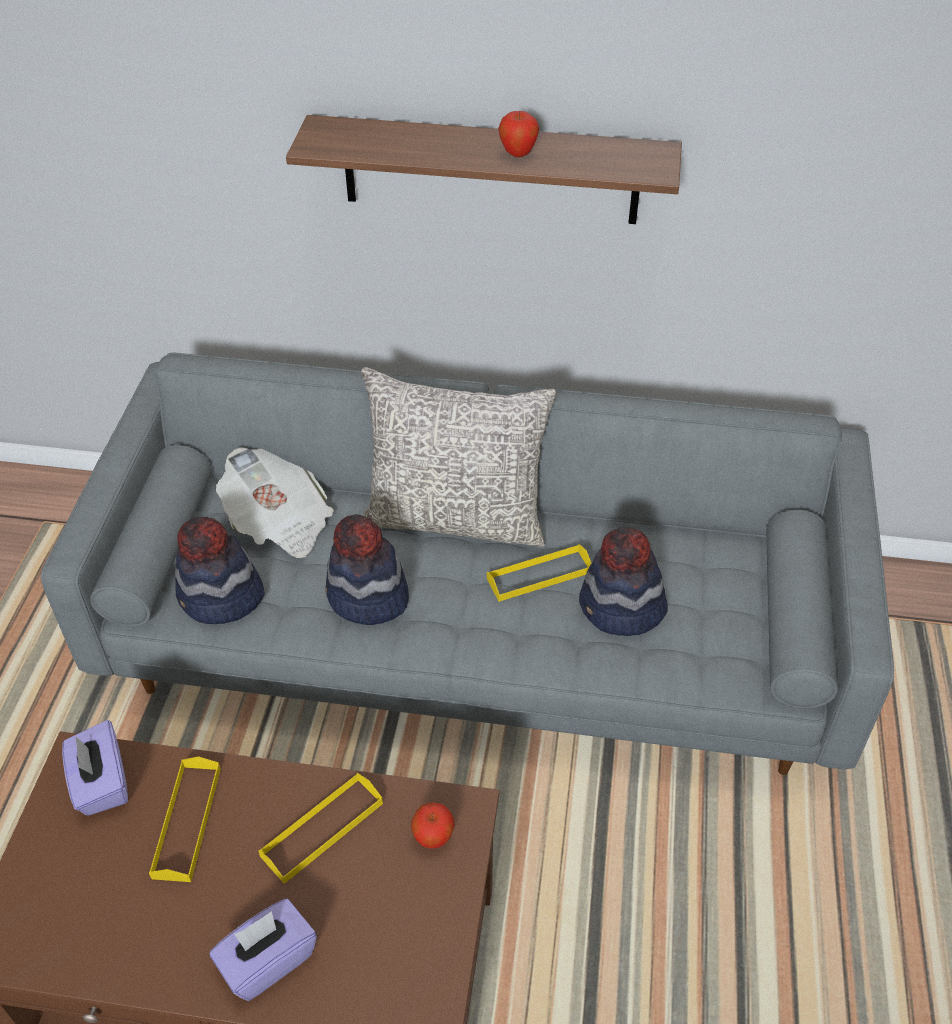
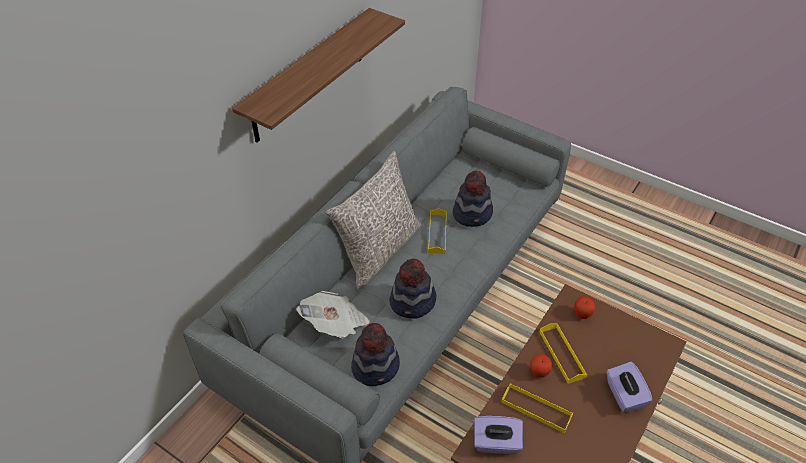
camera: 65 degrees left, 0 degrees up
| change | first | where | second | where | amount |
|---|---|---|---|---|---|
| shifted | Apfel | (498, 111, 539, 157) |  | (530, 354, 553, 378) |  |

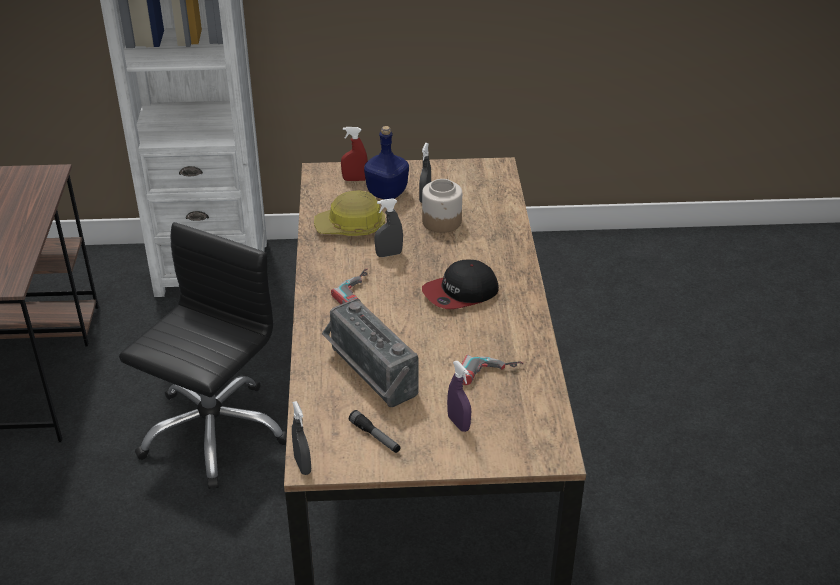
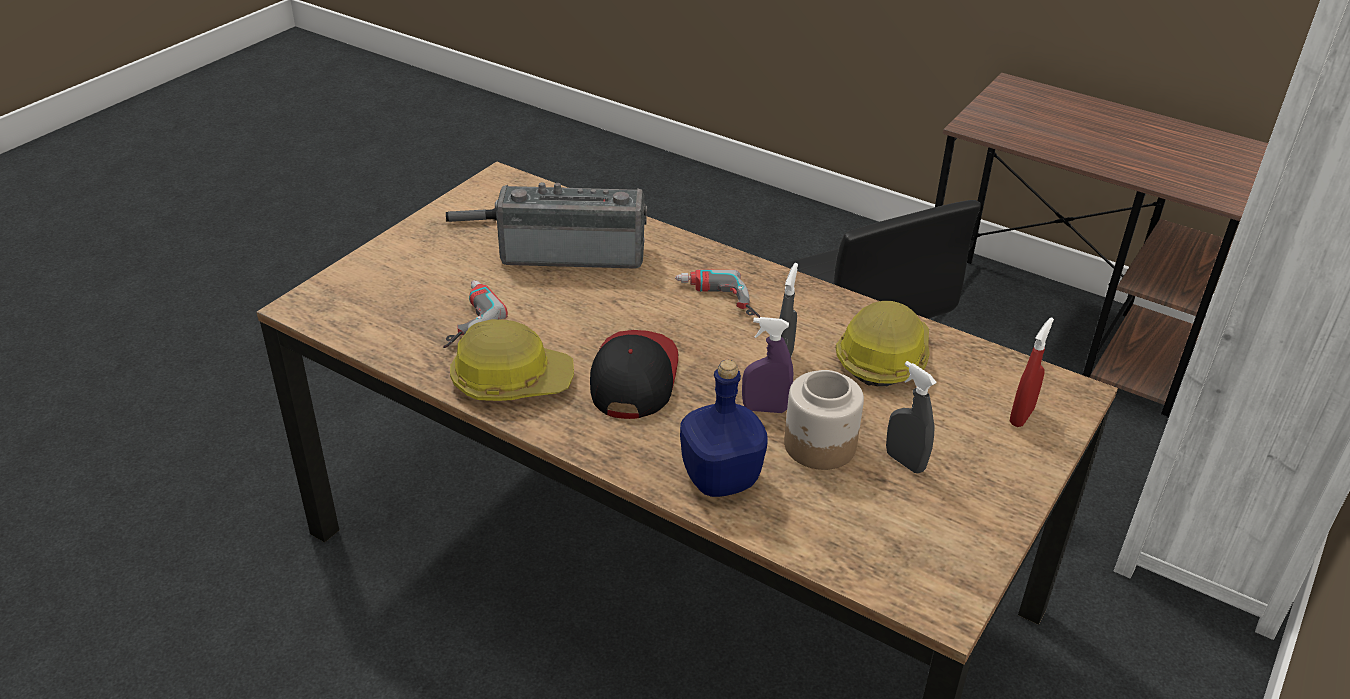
camera: 125 degrees right, 0 degrees up
| change | first | where | second | where | amount |
|---|---|---|---|---|---|
| shifted | Flasche/blau | (364, 126, 409, 199) |  | (680, 360, 768, 497) |  |
| shifted | Sprühflasche/lila | (447, 361, 471, 432) |  | (742, 317, 793, 413) |  |
| gone | Sprühflasche/grau | (292, 401, 311, 475) |  |  |  |
| new |  |  | Schutzhelm | (450, 319, 574, 401) |  |

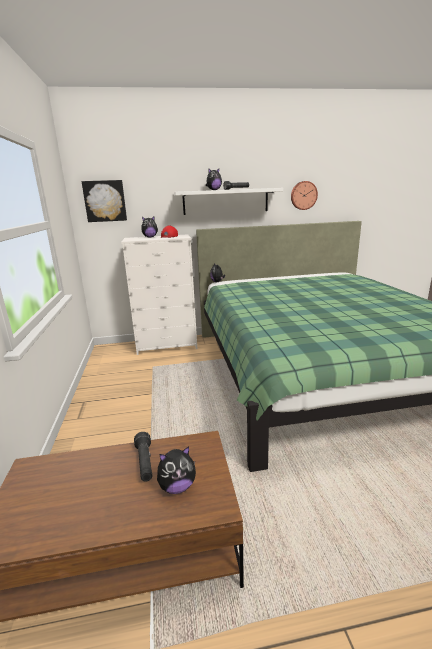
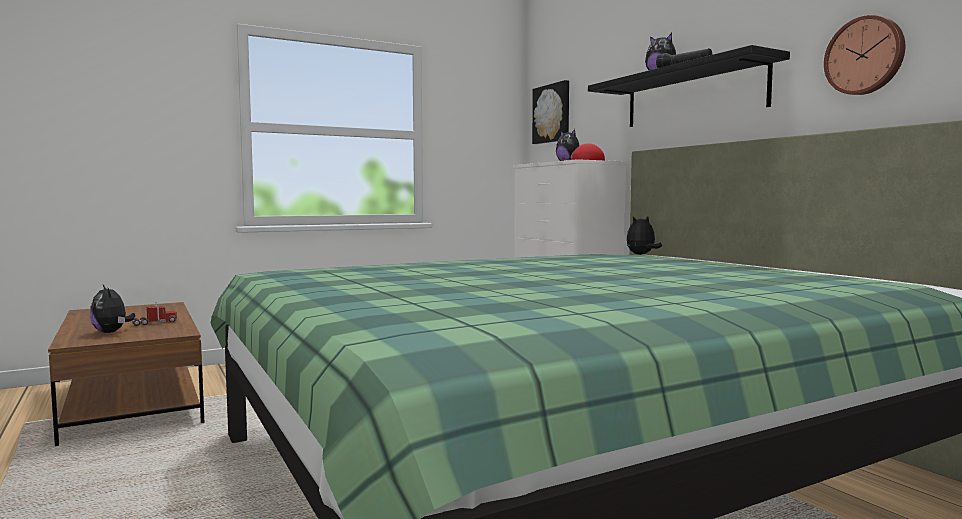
camera: 70 degrees right, 15 degrees down
| change | first | where | second | where | amount |
|---|---|---|---|---|---|
| repainted | Wandregal/weiß | (174, 188, 283, 215) | Wandregal/schwarz | (588, 45, 790, 127) |  |
| swapped | Taschenlampe/schwarz | (134, 432, 152, 482) | Spielzeuglaster | (132, 302, 177, 326) |  |

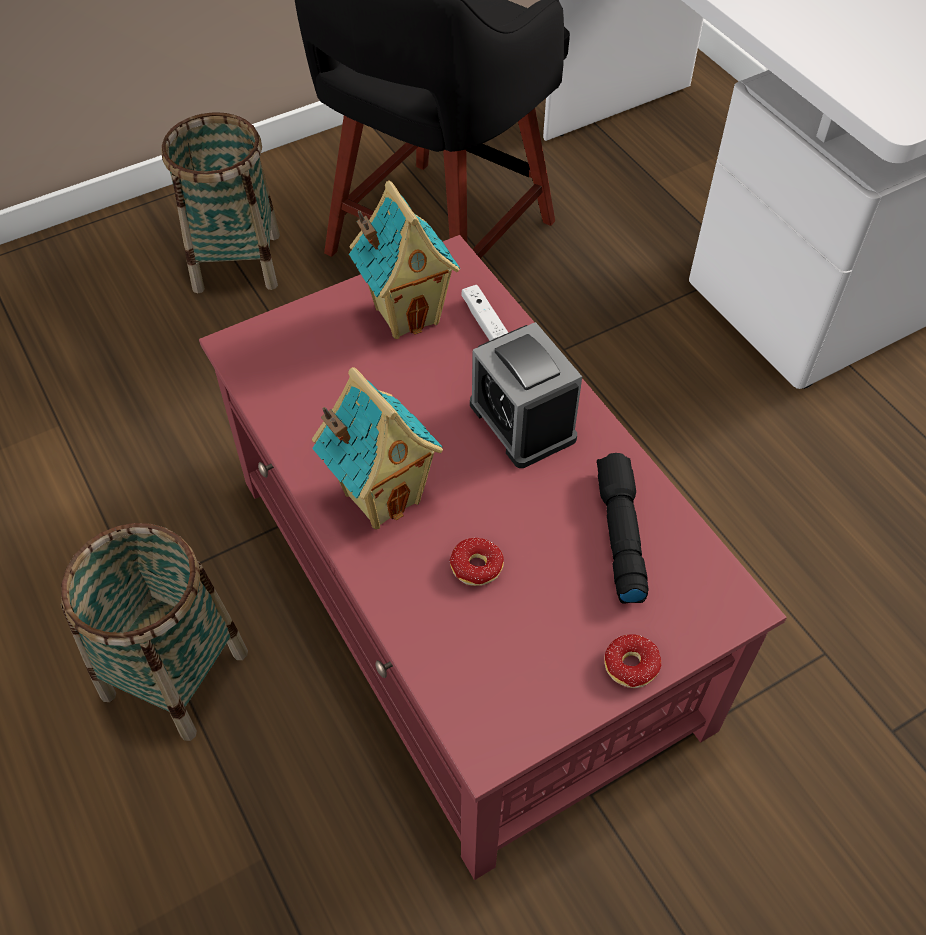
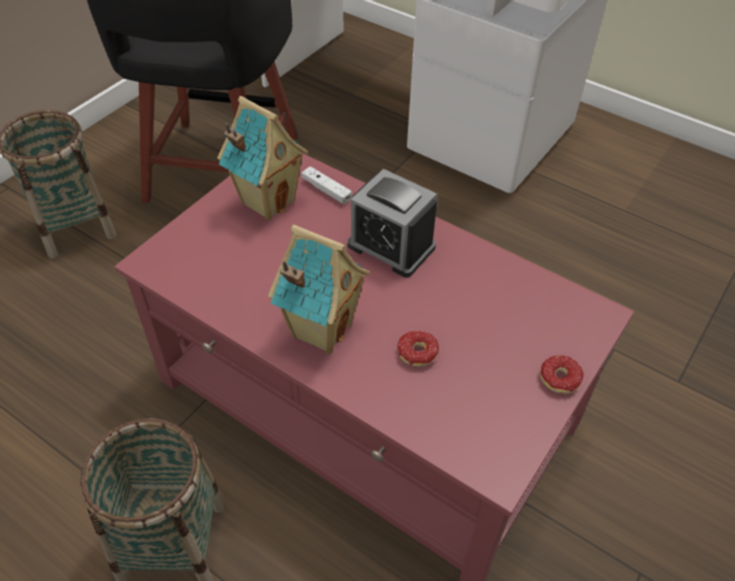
camera: 25 degrees left, 5 degrees down
| change | first | where | second | where | amount |
|---|---|---|---|---|---|
| gone | Taschenlampe/schwarz | (597, 453, 649, 604) |  |  |  |

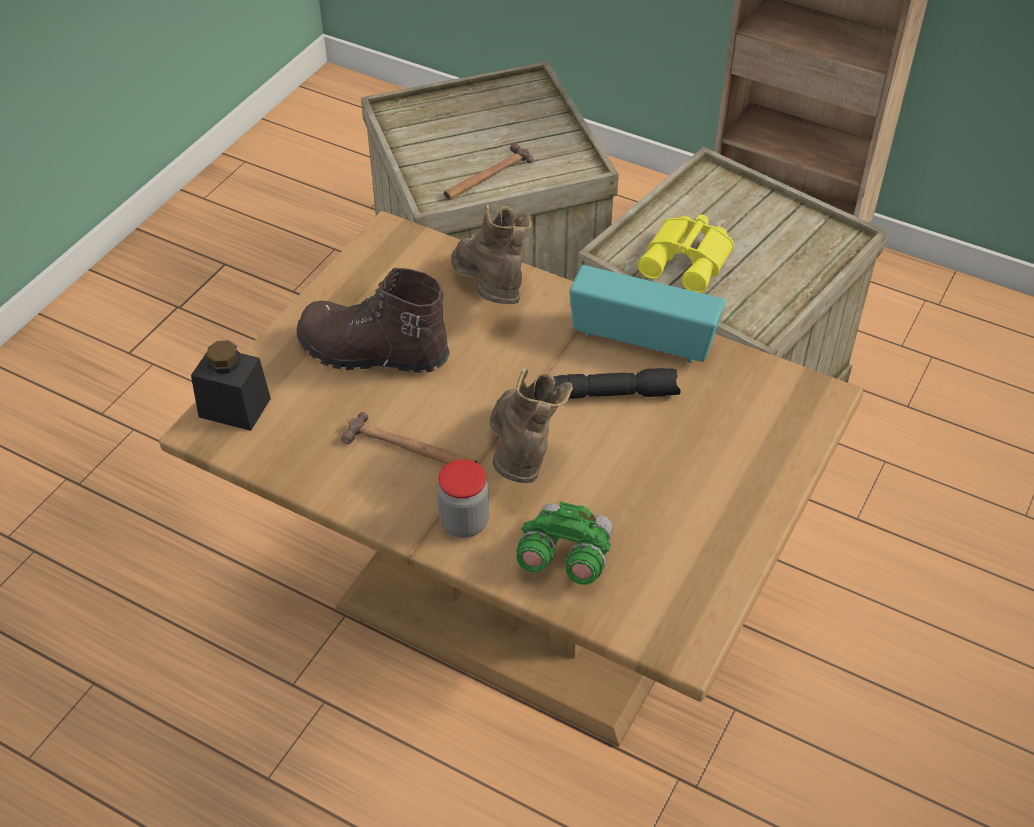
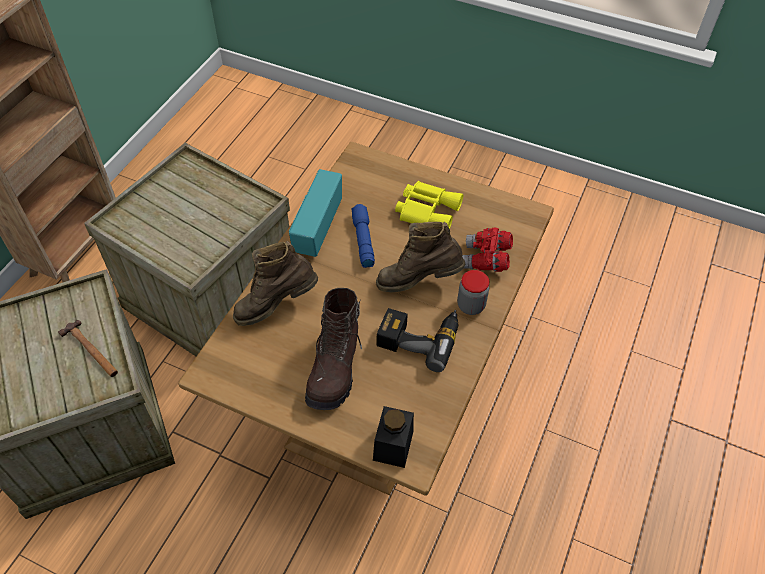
camera: 95 degrees left, 5 degrees up
| change | first | where | second | where | amount |
|---|---|---|---|---|---|
| shifted | Fernglas/gelb | (637, 215, 734, 293) |  | (395, 181, 463, 229) |  |
| repainted | Taschenlampe/schwarz | (553, 368, 681, 399) | Taschenlampe/blau | (351, 204, 375, 268) |  |
| swapped | Hammer | (341, 412, 477, 464) | Bohrmaschine | (377, 308, 458, 372) |  |
| repainted | Fernglas/grün | (516, 501, 613, 585) | Fernglas/rot | (462, 228, 513, 272) |  |

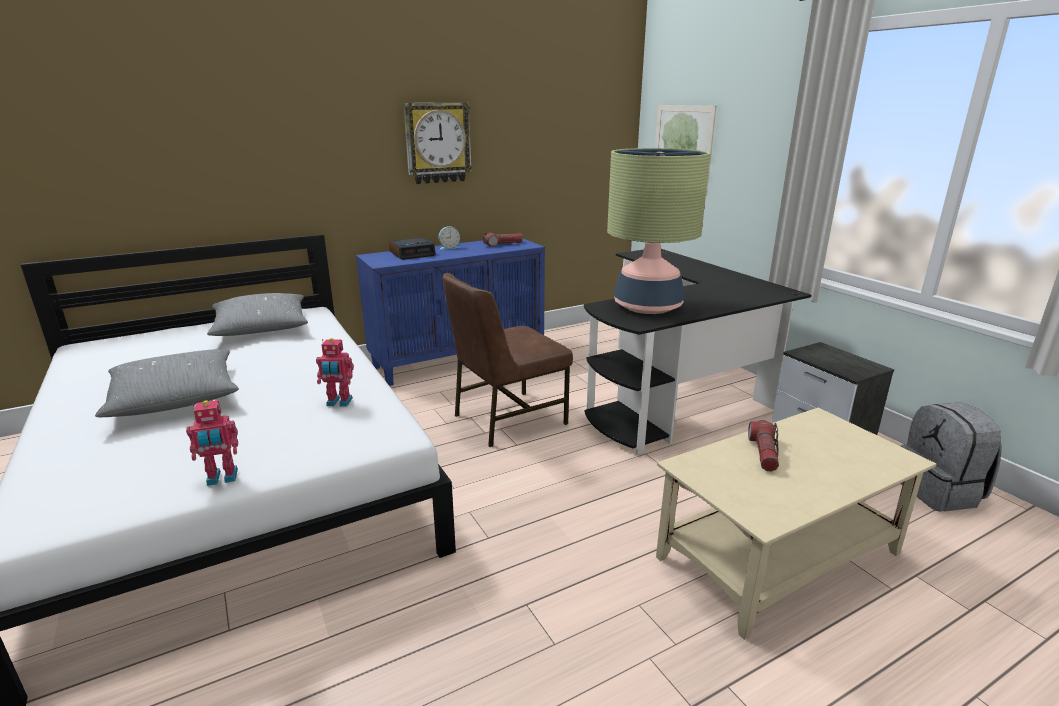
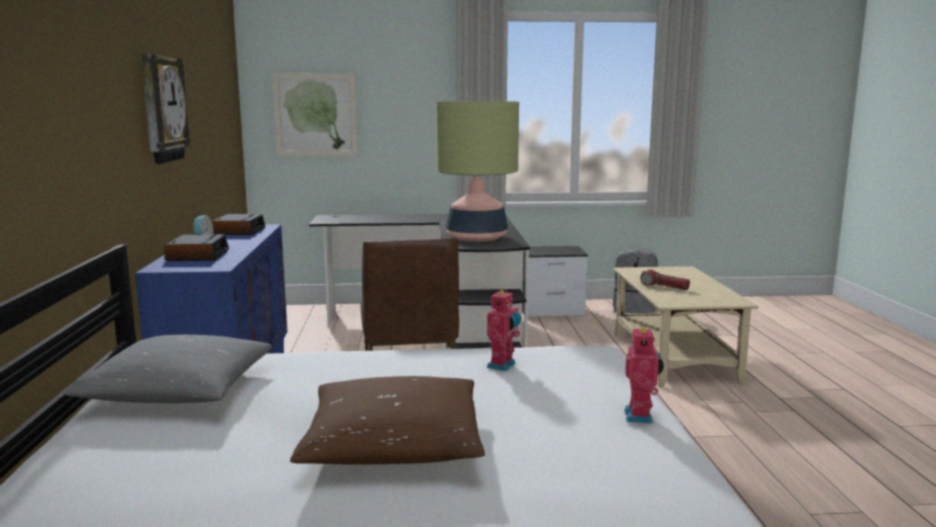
camera: 65 degrees left, 10 degrees down
| change | first | where | second | where | amount |
|---|---|---|---|---|---|
| swapped | Taschenlampe | (482, 233, 523, 247) | Wecker | (212, 214, 266, 235) |  |
| repainted | Kissen/grau | (95, 349, 239, 417) | Kissen/braun | (290, 376, 485, 465) |  |

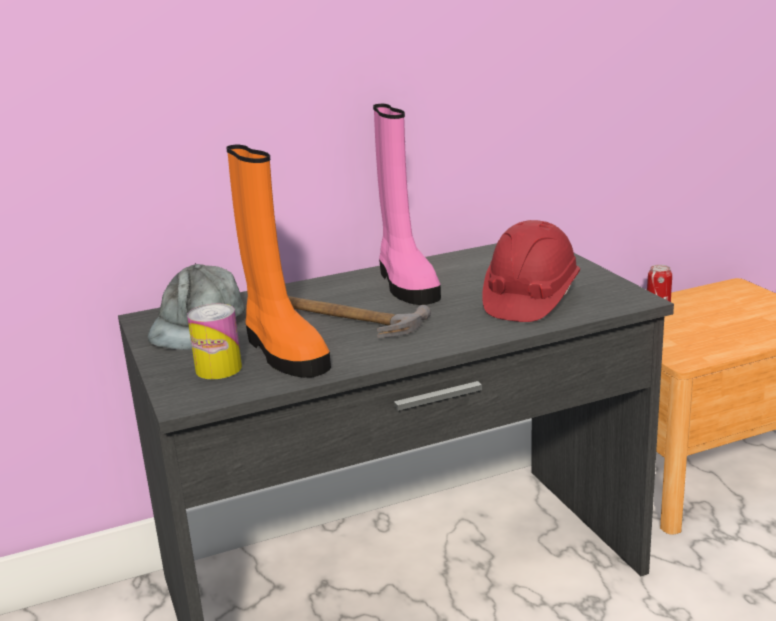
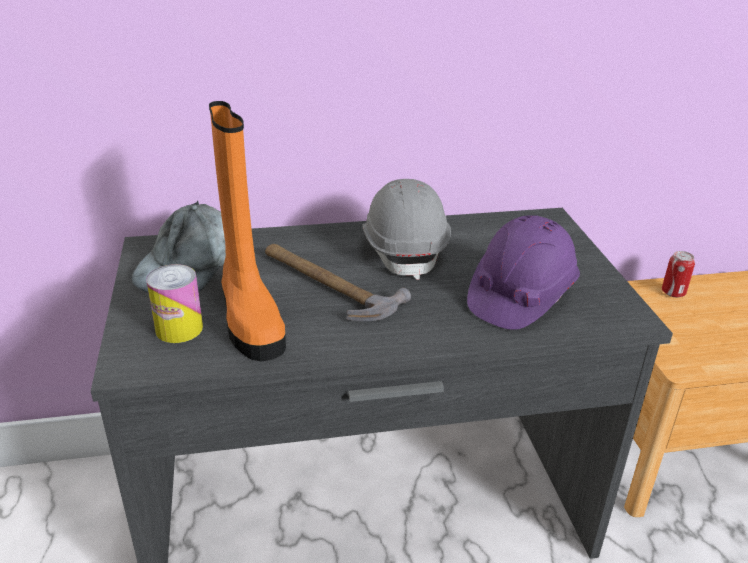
camera: 10 degrees right, 10 degrees up
| change | first | where | second | where | amount |
|---|---|---|---|---|---|
| swapped | Stiefel/rosa | (373, 104, 441, 305) | Schutzhelm/grau | (363, 179, 451, 280) |  |
| repainted | Schutzhelm/rot | (482, 220, 580, 322) | Schutzhelm/lila | (467, 215, 580, 330) |  |

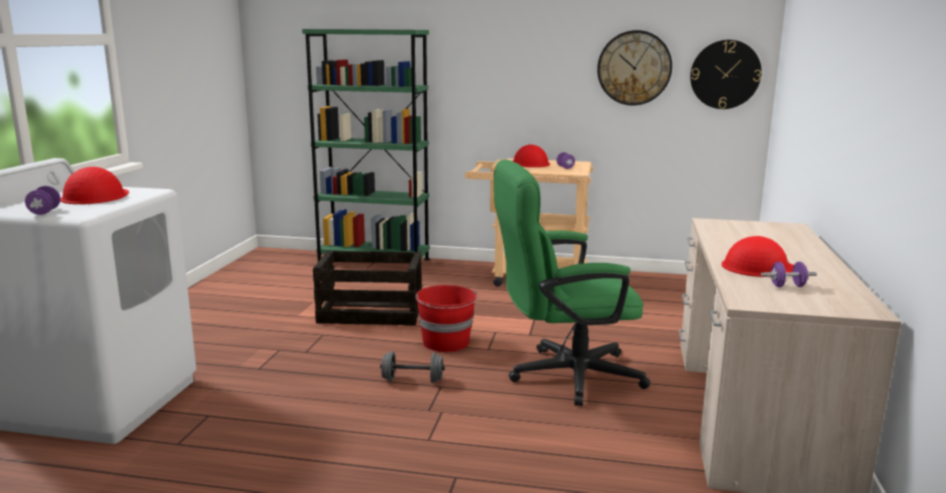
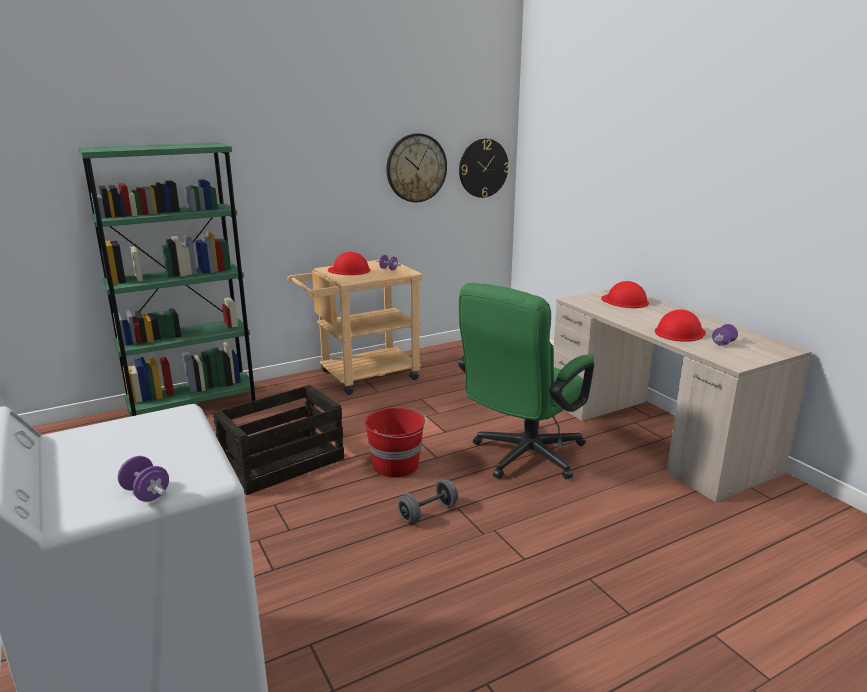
camera: 40 degrees left, 5 degrees up
| change | first | where | second | where | amount |
|---|---|---|---|---|---|
| shifted | Schutzhelm/rot | (60, 167, 129, 204) |  | (601, 281, 649, 308) |  |

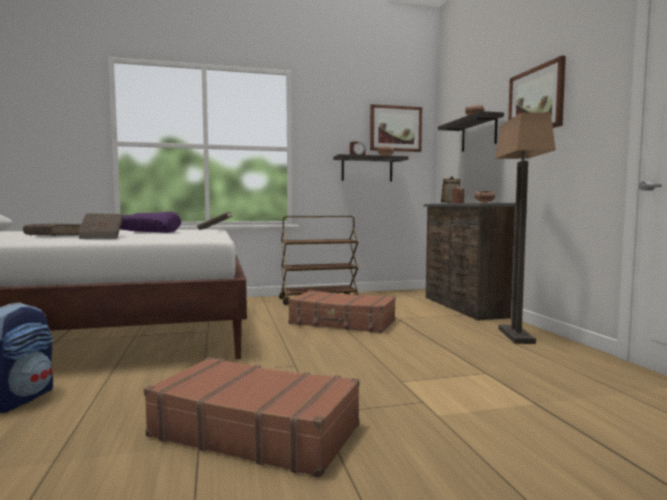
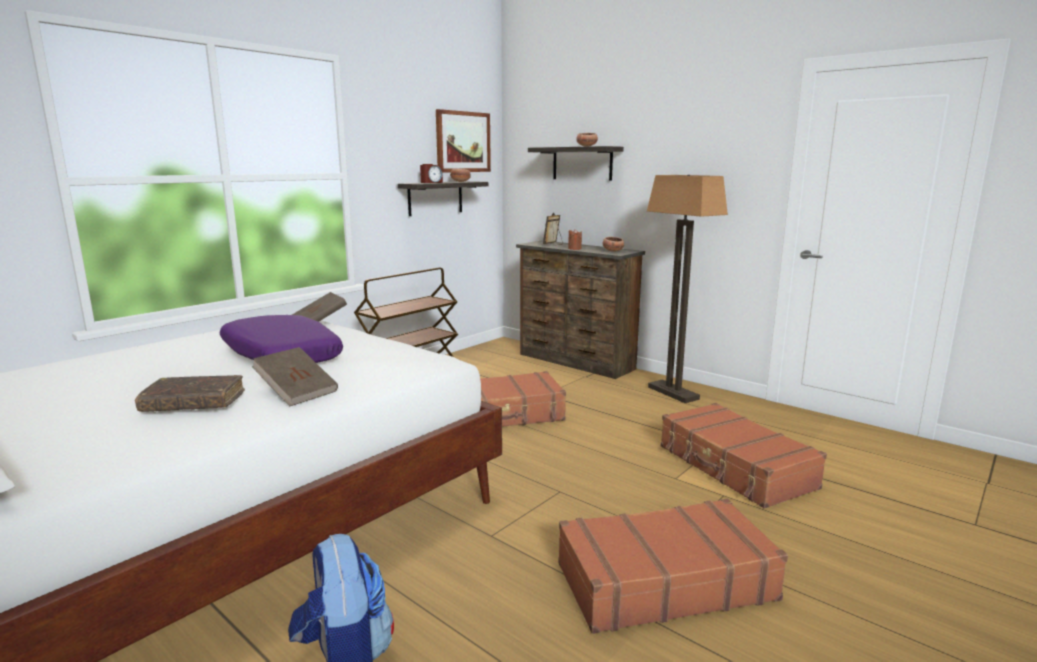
camera: 35 degrees left, 10 degrees up
| change | first | where | second | where | amount |
|---|---|---|---|---|---|
| gone | Bild | (508, 56, 566, 128) |  |  |  |
| new |  |  | Koffer/braun | (661, 403, 827, 509) |  |

